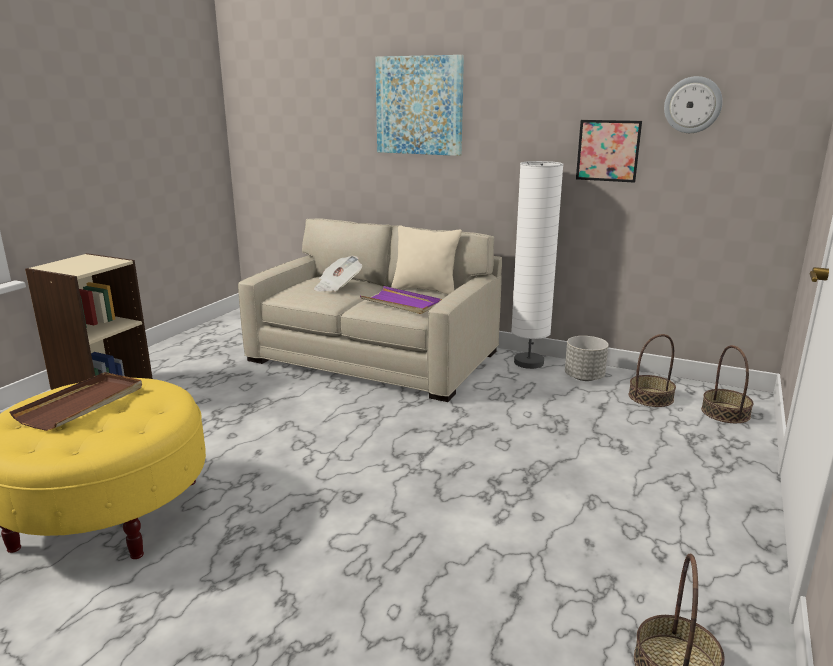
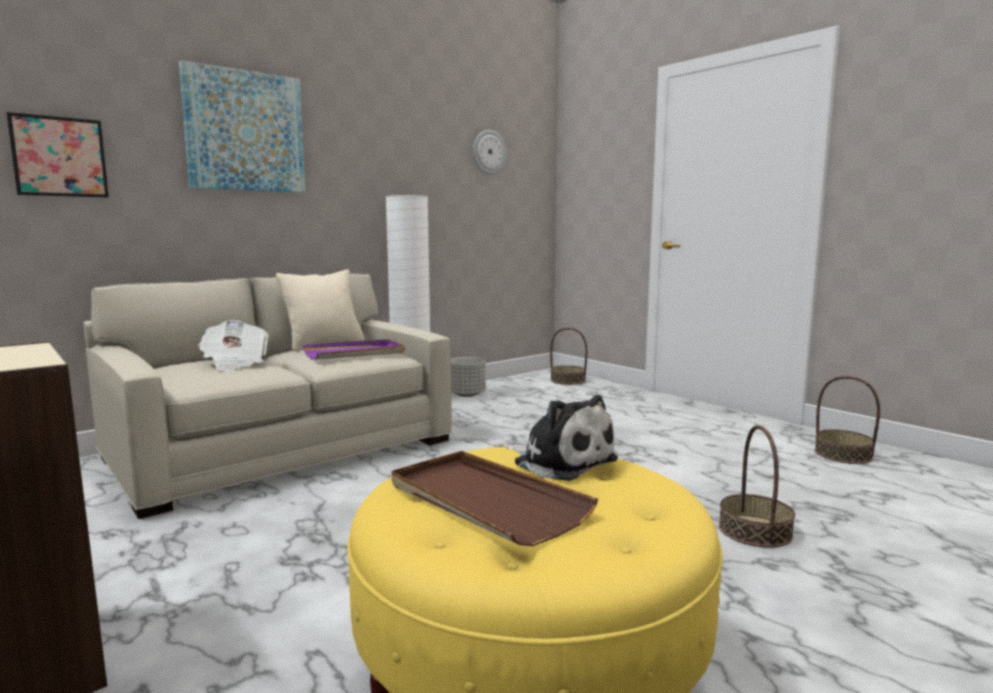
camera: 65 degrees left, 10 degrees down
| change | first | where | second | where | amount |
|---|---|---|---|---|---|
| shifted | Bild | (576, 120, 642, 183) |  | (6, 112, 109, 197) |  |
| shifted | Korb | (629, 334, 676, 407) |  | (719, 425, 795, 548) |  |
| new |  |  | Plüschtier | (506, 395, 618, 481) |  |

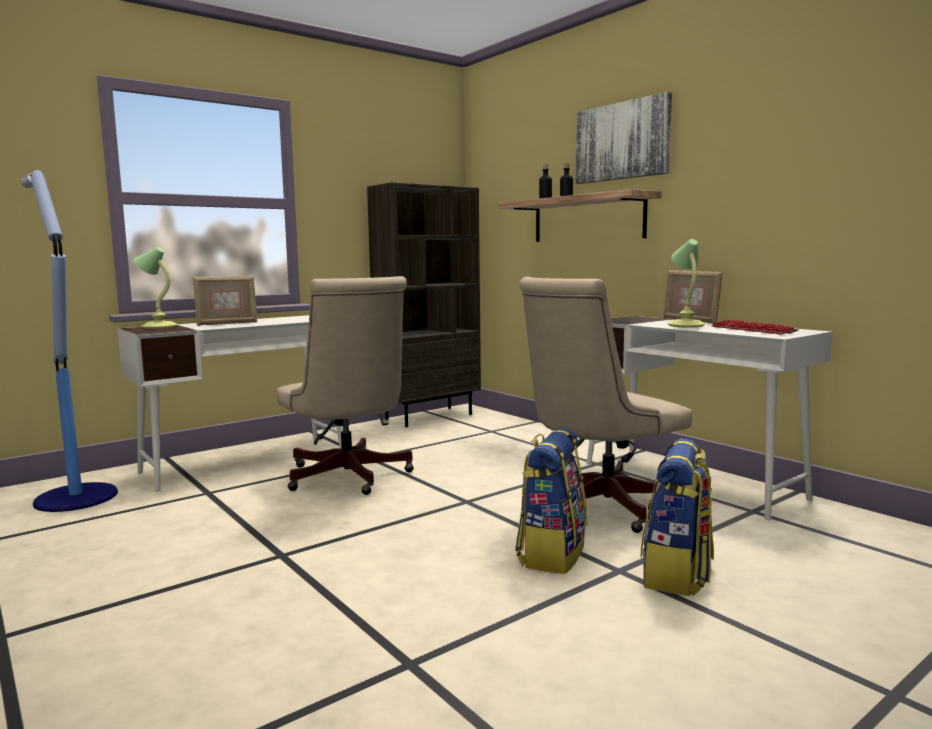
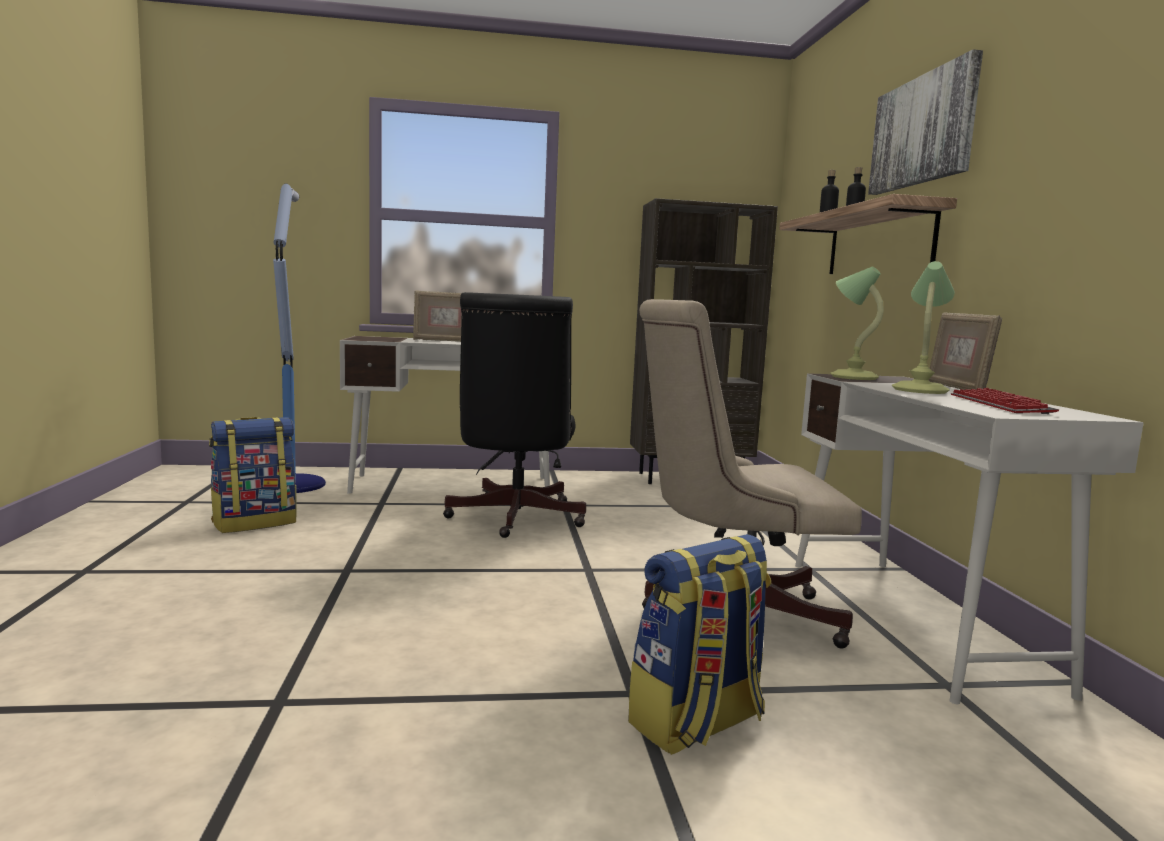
camera: 30 degrees right, 0 degrees up
| change | first | where | second | where | amount |
|---|---|---|---|---|---|
| shifted | Tischlampe | (134, 247, 178, 329) |  | (830, 267, 884, 380) |  |
| repainted | Bürostuhl/beige | (277, 276, 414, 495) | Bürostuhl/schwarz | (443, 292, 586, 538) |  |
| shifted | Rucksack | (515, 428, 587, 574) |  | (209, 417, 297, 533) |  |

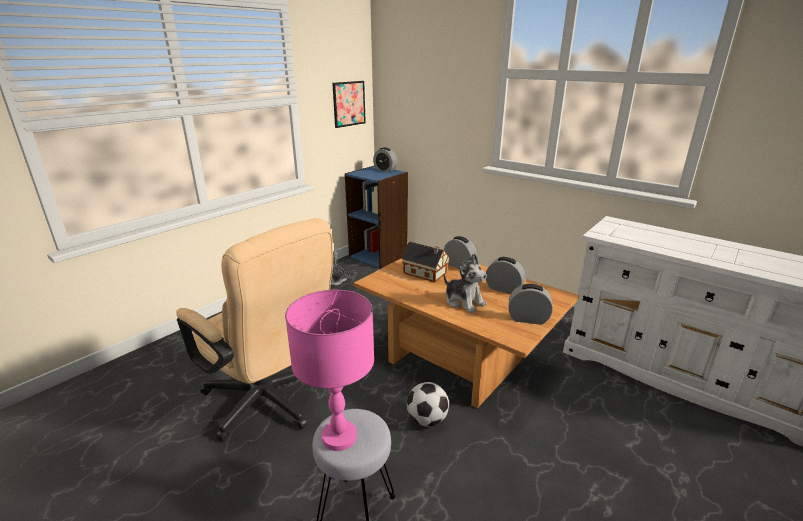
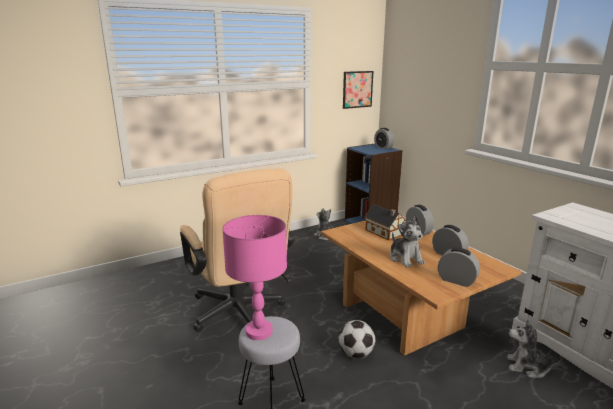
camera: 20 degrees right, 5 degrees down
| change | first | where | second | where | amount |
|---|---|---|---|---|---|
| new |  |  | Plüschtier | (507, 319, 562, 378) |  |

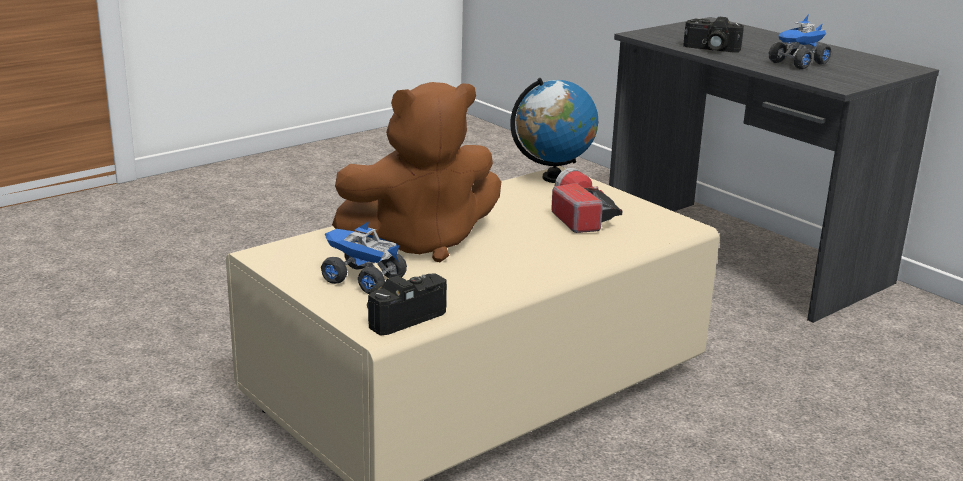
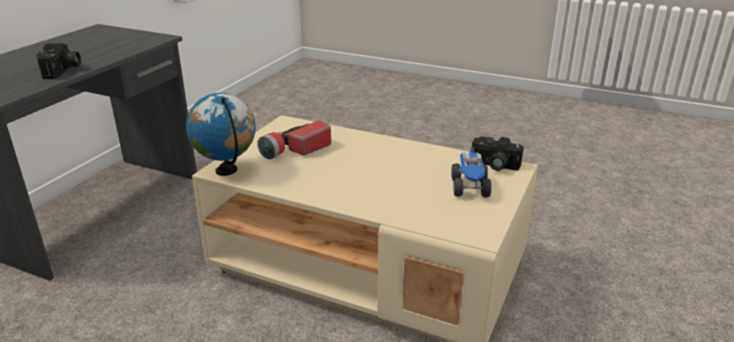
camera: 115 degrees left, 5 degrees up
| change | first | where | second | where | amount |
|---|---|---|---|---|---|
| gone | Spielzeuglaster | (769, 15, 831, 69) |  |  |  |
| gone | Plüschtier/braun | (332, 82, 501, 262) |  |  |  |

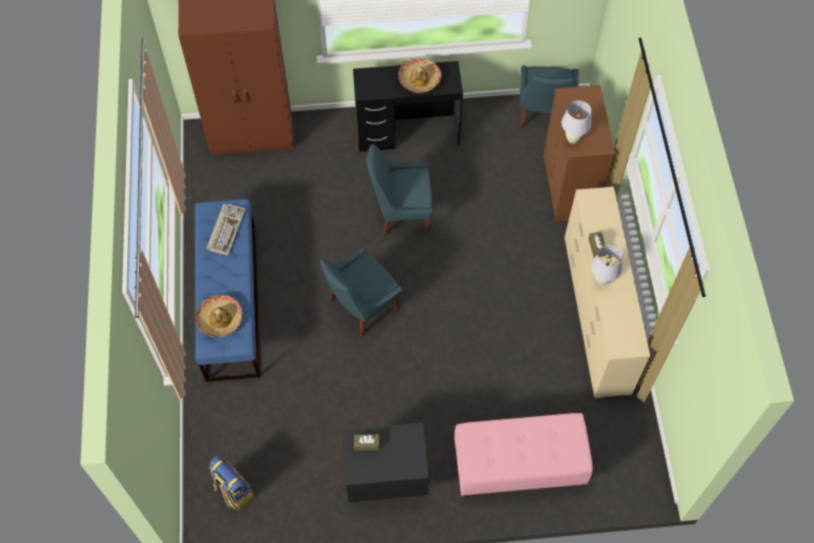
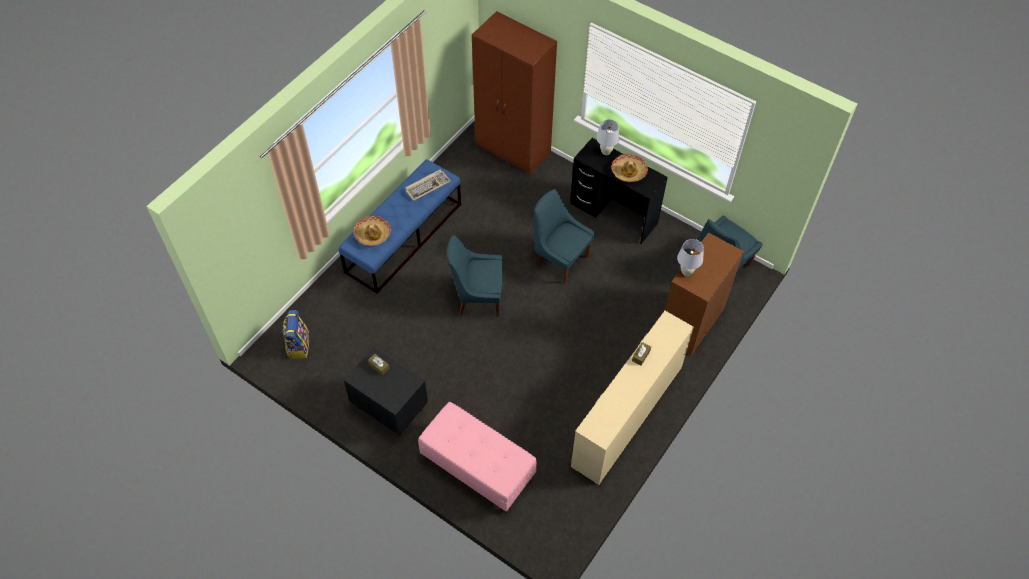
camera: 40 degrees right, 5 degrees down
| change | first | where | second | where | amount |
|---|---|---|---|---|---|
| shifted | Tischlampe/weiß | (591, 245, 623, 285) |  | (596, 119, 619, 155) |  |

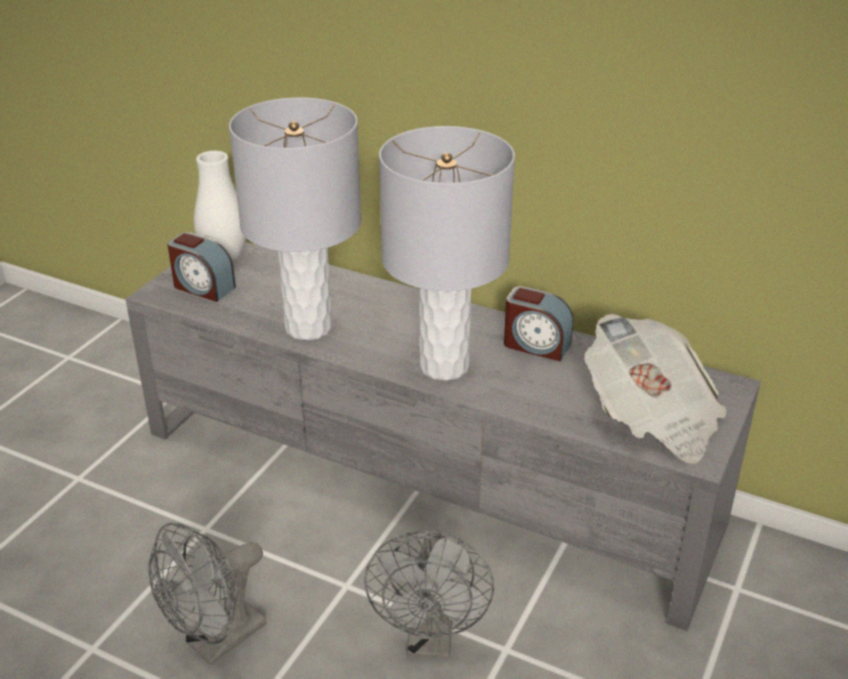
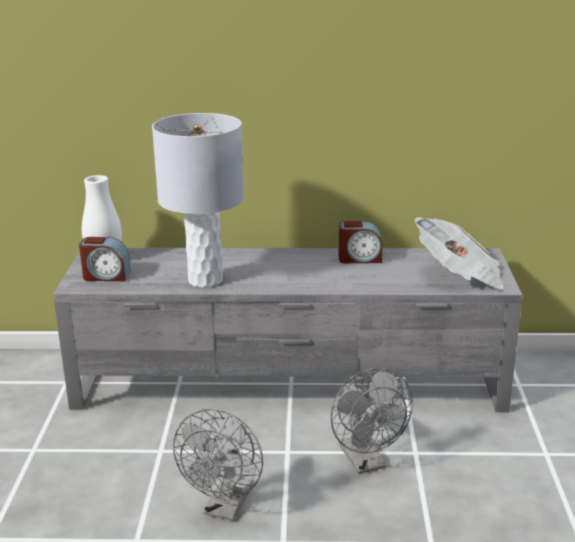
camera: 25 degrees left, 10 degrees down
| change | first | where | second | where | amount |
|---|---|---|---|---|---|
| gone | Tischlampe/grau | (379, 126, 515, 381) |  |  |  |

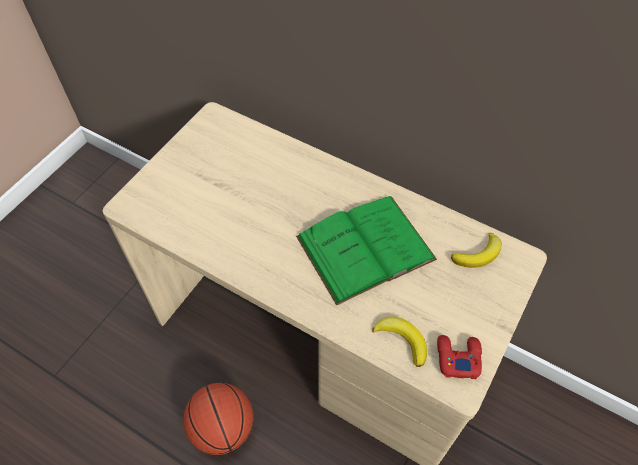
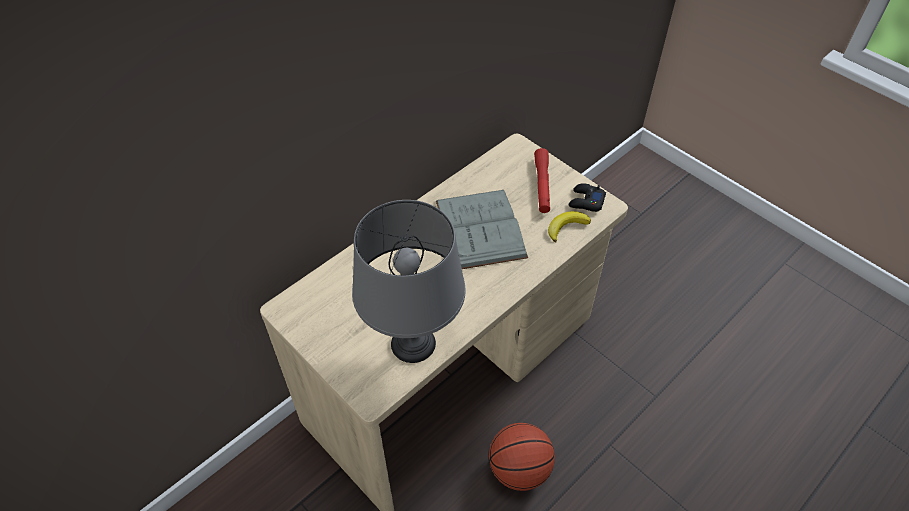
camera: 75 degrees left, 5 degrees down
| change | first | where | second | where | amount |
|---|---|---|---|---|---|
| repainted | Buch/grün | (296, 196, 437, 306) | Buch/grau | (436, 190, 528, 269) |  |
| gone | Banane | (451, 233, 502, 268) |  |  |  |
| repainted | Gamepad/rot | (437, 335, 482, 379) | Gamepad/schwarz | (568, 183, 606, 212) |  |
| new |  |  | Taschenlampe/rot | (534, 148, 550, 213) |  |
| new |  |  | Tischlampe/grau | (352, 200, 465, 363) |  |

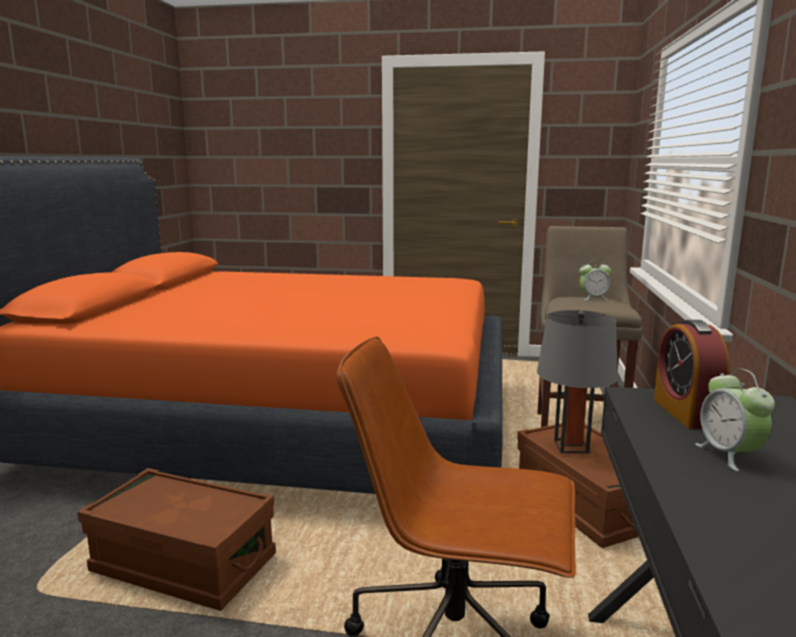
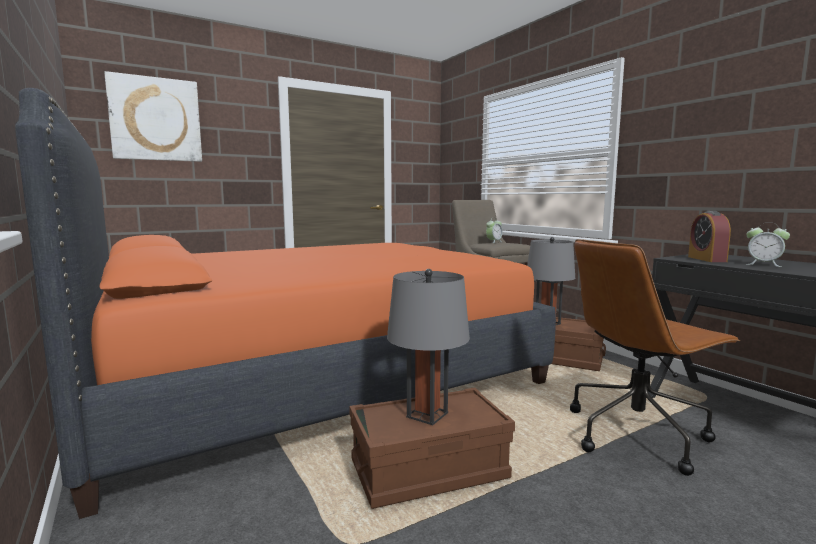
camera: 40 degrees left, 5 degrees down
| change | first | where | second | where | amount |
|---|---|---|---|---|---|
| rotated | Wecker | (654, 320, 730, 429) |  | (688, 211, 731, 262) | 45 degrees clockwise |
| new |  |  | Bild | (104, 71, 202, 162) |  |
| new |  |  | Tischlampe/grau | (387, 269, 470, 425) |  |

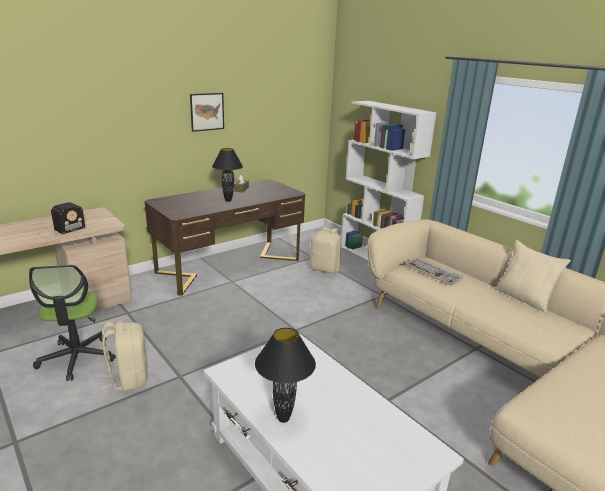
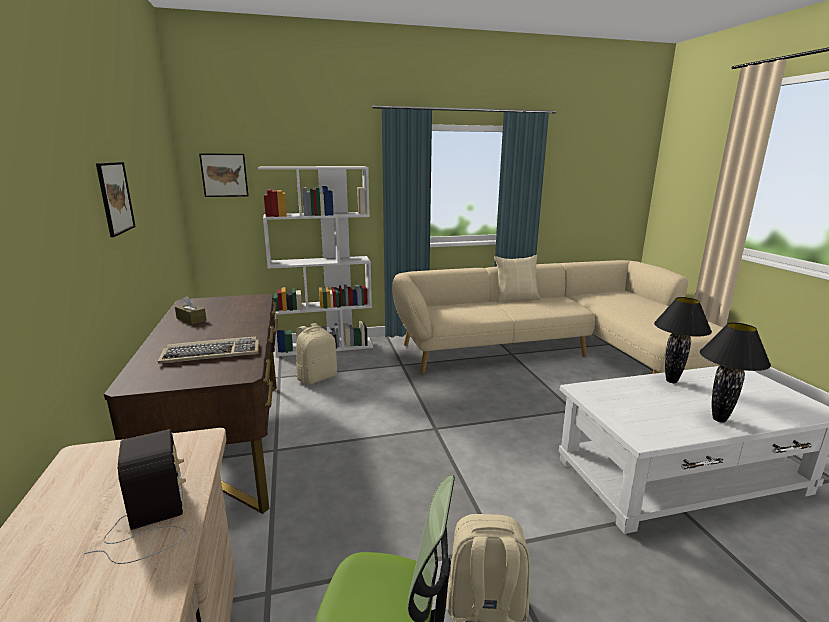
camera: 65 degrees left, 5 degrees down
| change | first | where | second | where | amount |
|---|---|---|---|---|---|
| shifted | Tischlampe/schwarz | (212, 148, 243, 202) |  | (654, 297, 712, 383) |  |
| shifted | Tastatur | (404, 257, 463, 285) |  | (158, 337, 259, 364) |  |
| new |  |  | Bild | (199, 154, 249, 197) |  |

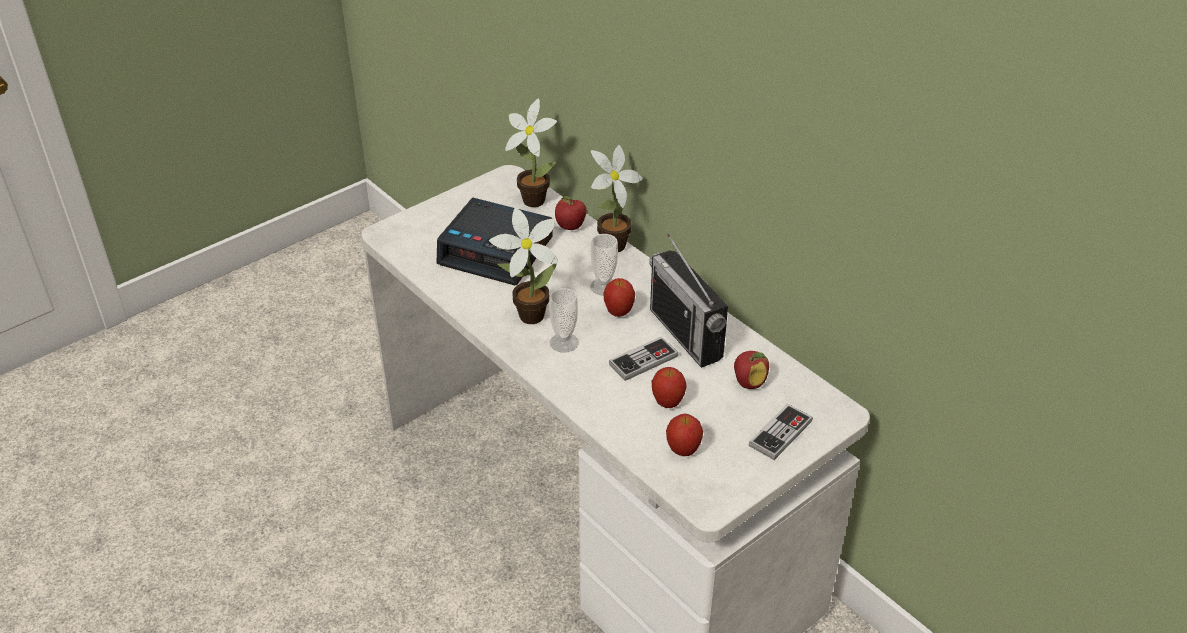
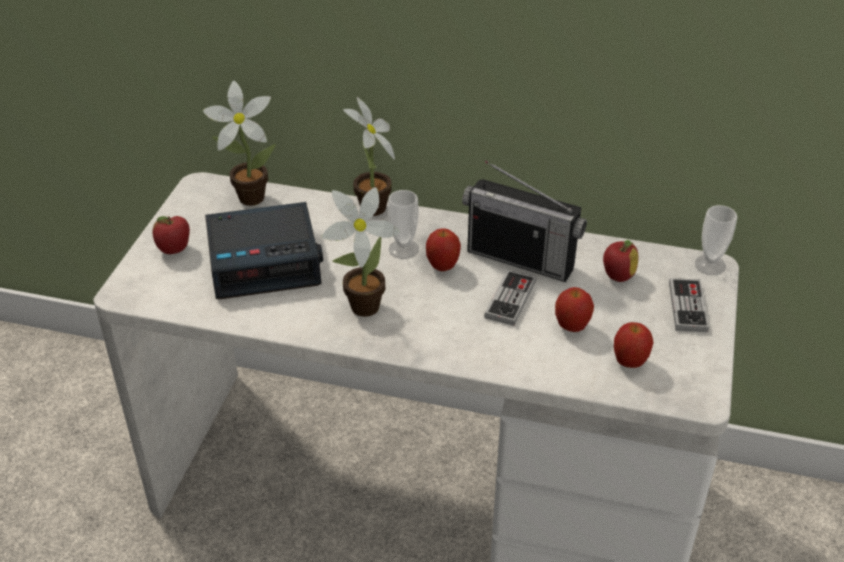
camera: 35 degrees left, 0 degrees up
| change | first | where | second | where | amount |
|---|---|---|---|---|---|
| shifted | Apfel | (555, 196, 587, 230) |  | (153, 216, 190, 254) |  |
| shifted | Tasse | (549, 288, 579, 353) |  | (695, 205, 737, 275) |  |

